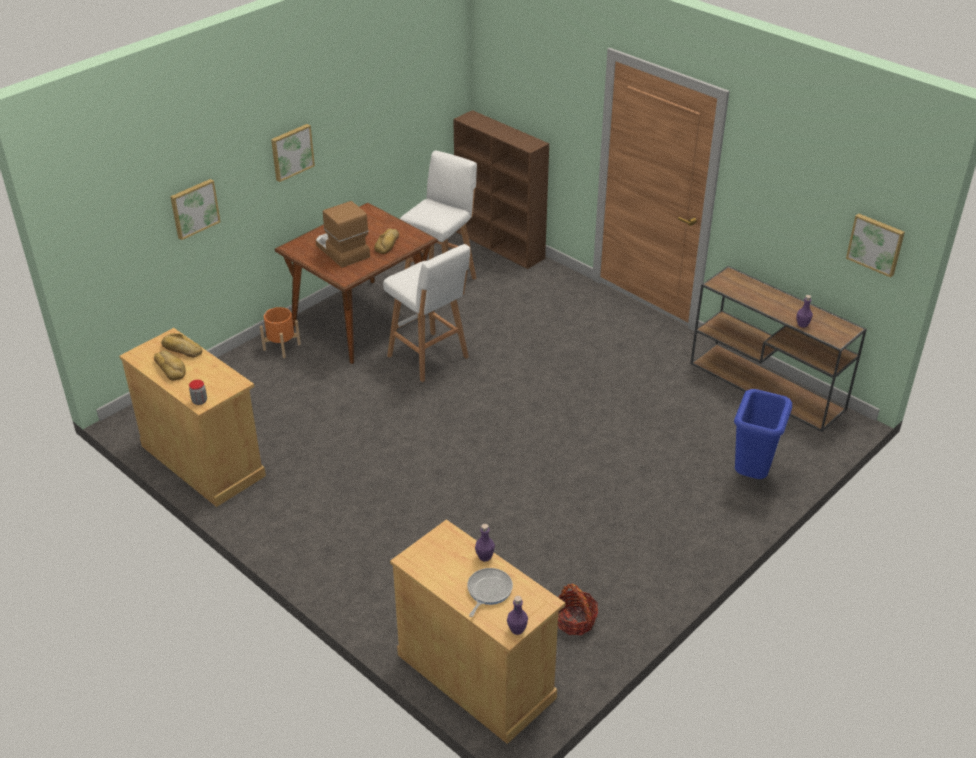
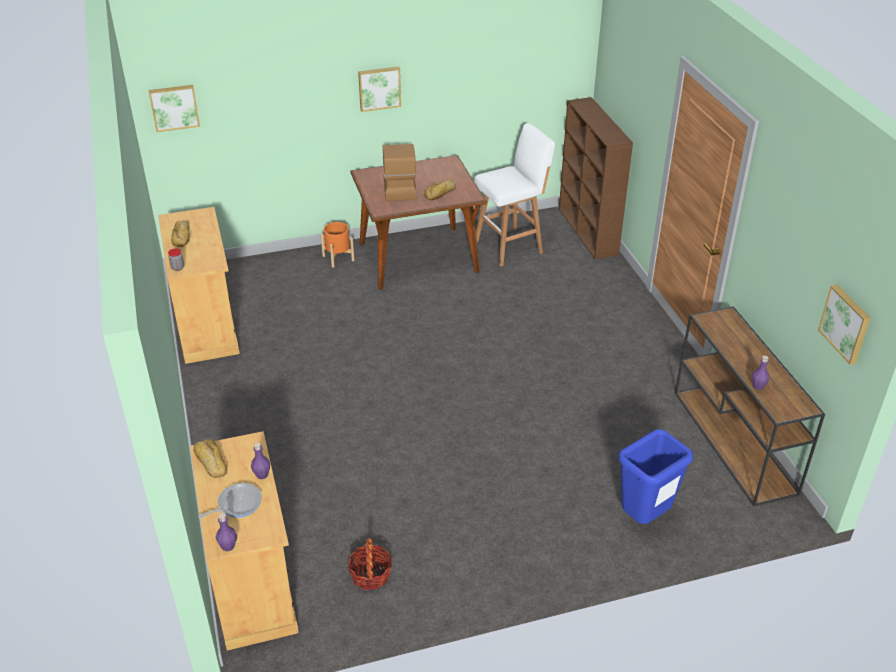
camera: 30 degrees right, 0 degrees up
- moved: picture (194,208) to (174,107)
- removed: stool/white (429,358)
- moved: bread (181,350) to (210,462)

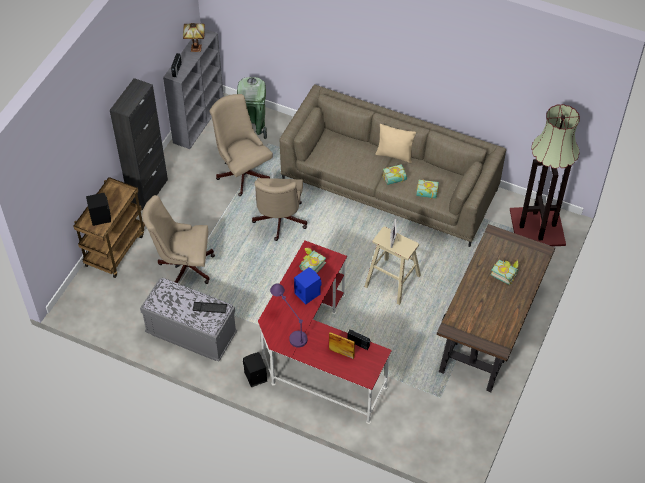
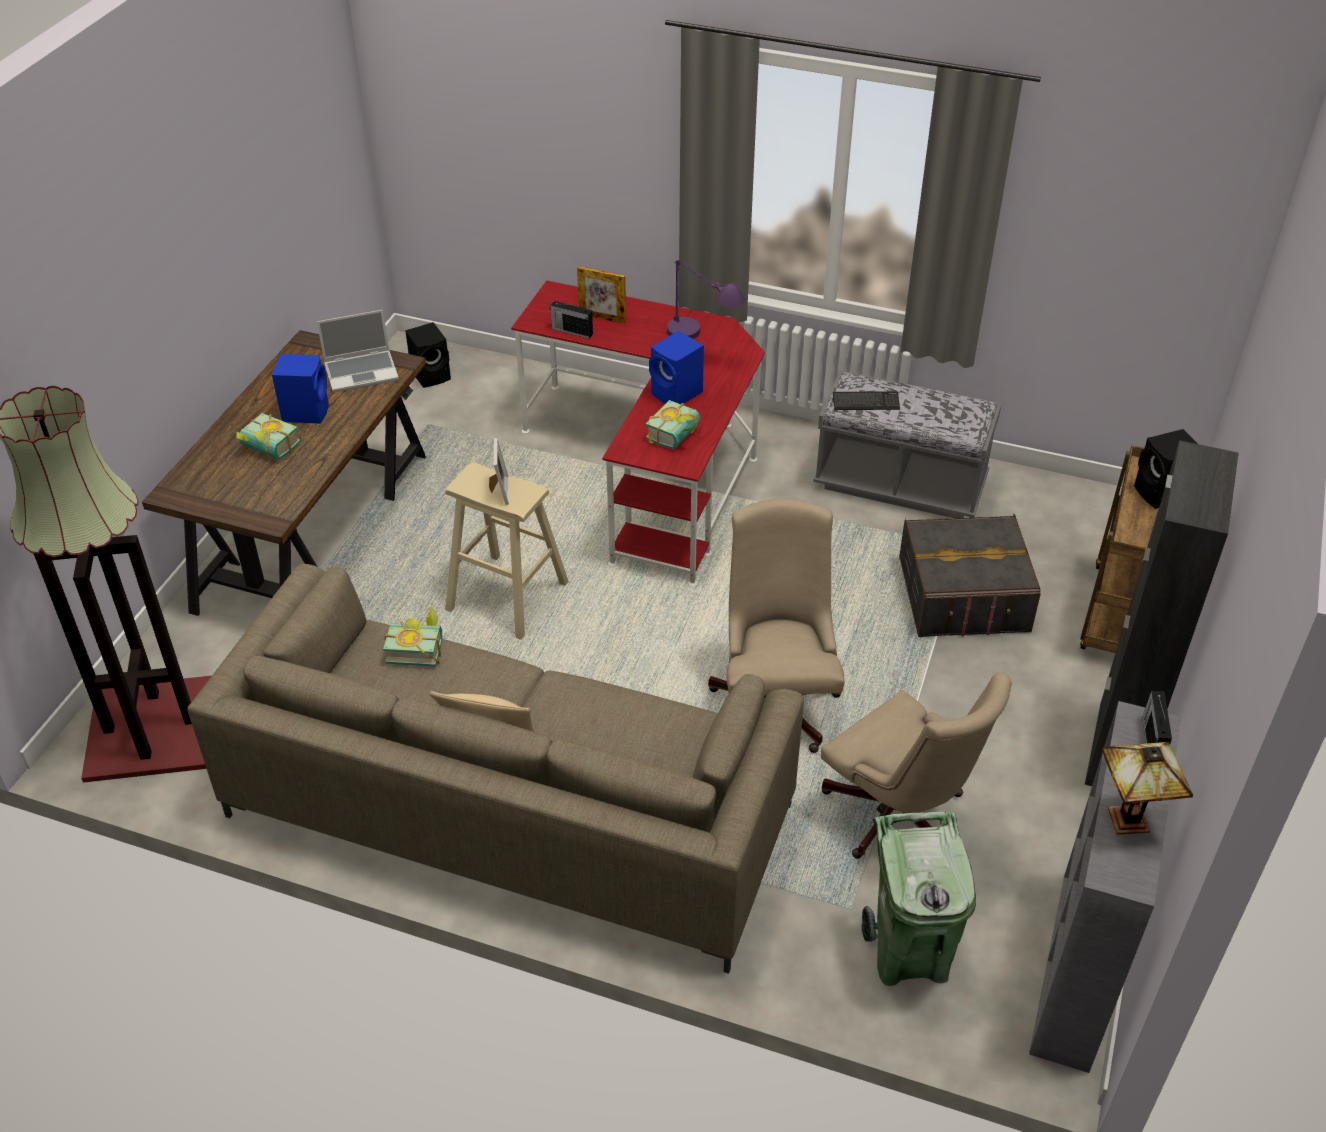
camera: 175 degrees right, 10 degrees down
- removed: book (395,180)
- replaced: office chair/beige (183,266) to storage box/grey (963,595)
- moved: speaker/black (254,377) to (432,375)
- added: laptop (362,372)
- added: speaker/blue (306,411)

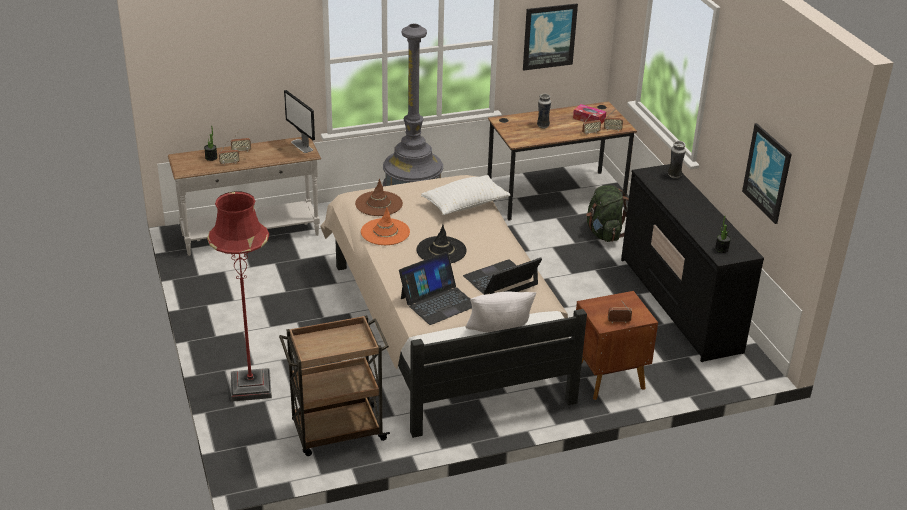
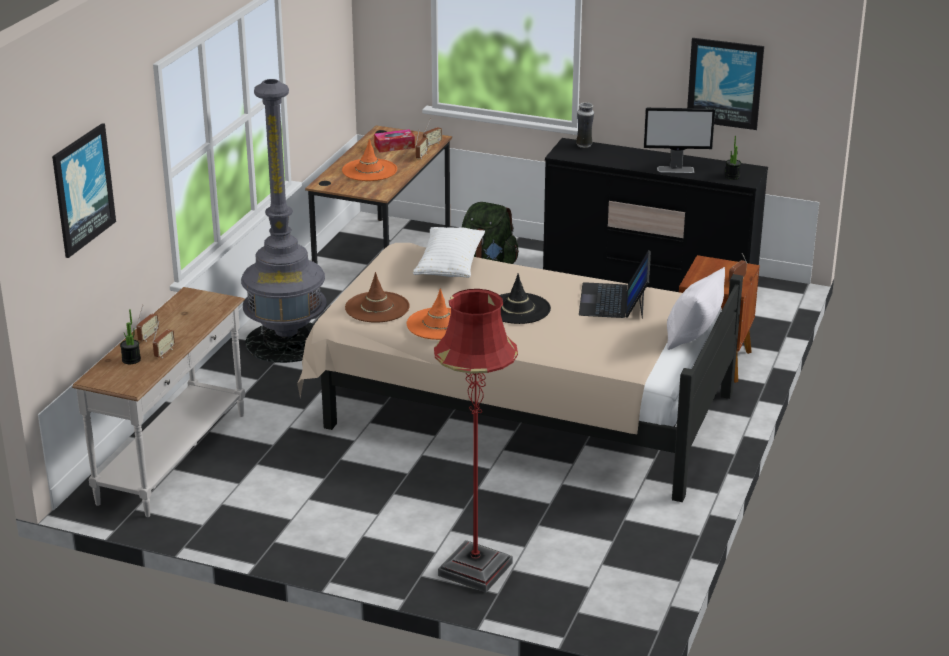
camera: 50 degrees left, 5 degrees down
- moved: picture (549,36) to (82,189)
- moved: monitor (302,146) to (676,169)
- replaced: vase (542,126) to hat/orange (369,170)
- removed: laptop (438,301)
- removed: cart/brown (337,432)

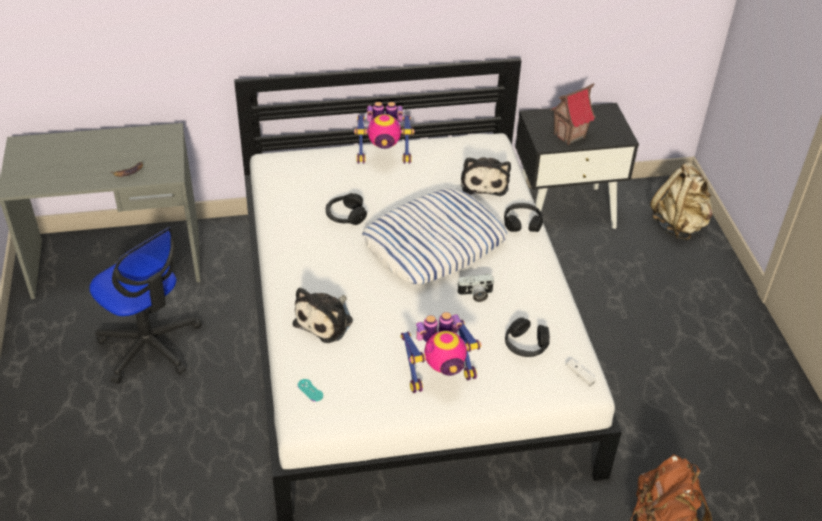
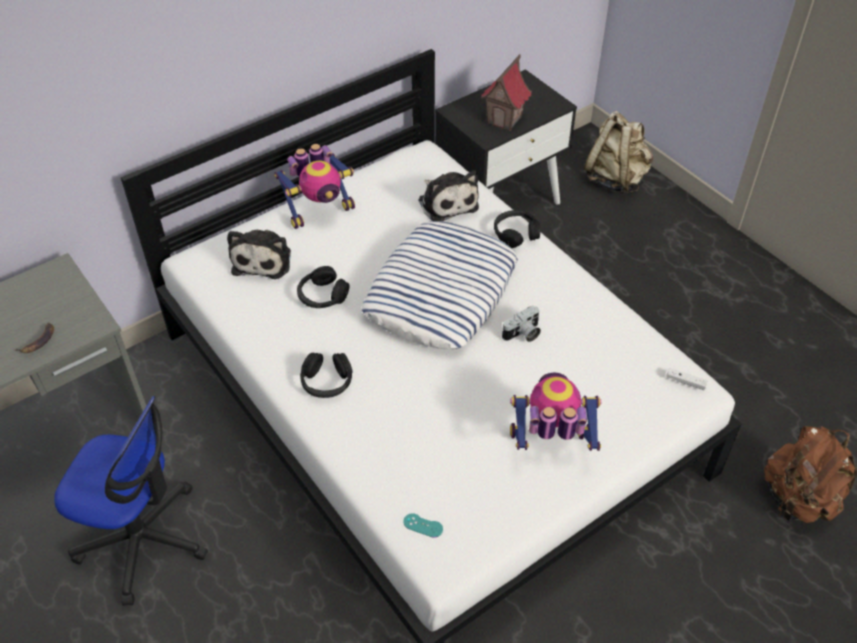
camera: 25 degrees left, 5 degrees up
- moved: plush toy (326,321) to (263,259)
- turned: toy robot (440,376) = (550,445) 135 degrees counterclockwise
- moved: headphones/black (525,345) to (327,382)

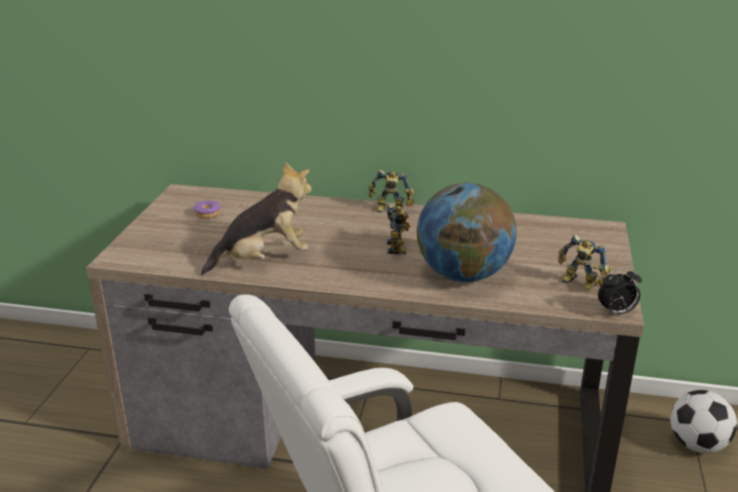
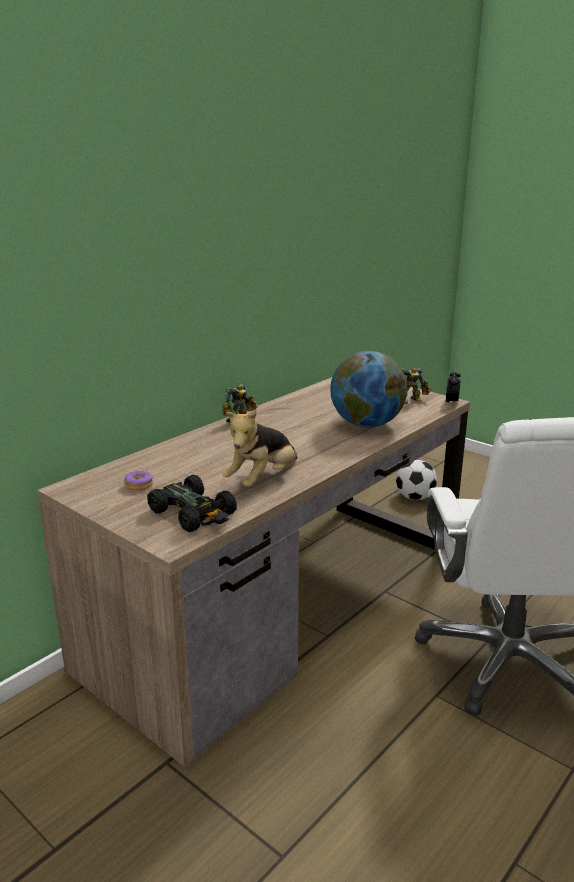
camera: 60 degrees left, 5 degrees down
- turned: plush toy (264,259) = (262,479) 150 degrees counterclockwise
- removed: toy robot (398,247)
- added: toy car/black (193,513)

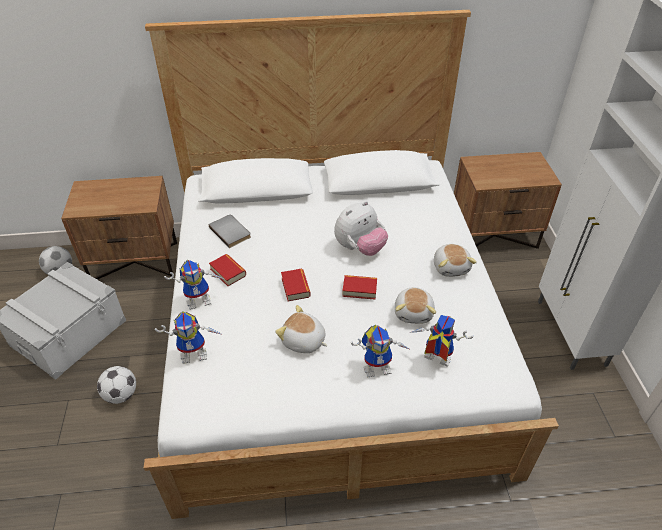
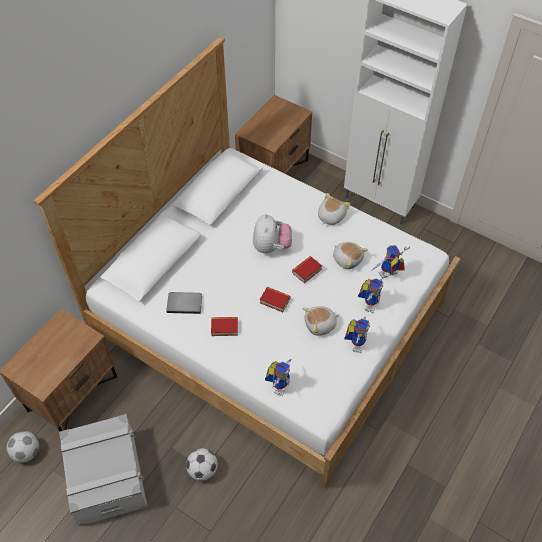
camera: 50 degrees left, 10 degrees up
- turned: plush toy (451,267) = (330,216) 90 degrees counterclockwise
- moved: toy robot (200,299) to (356,342)

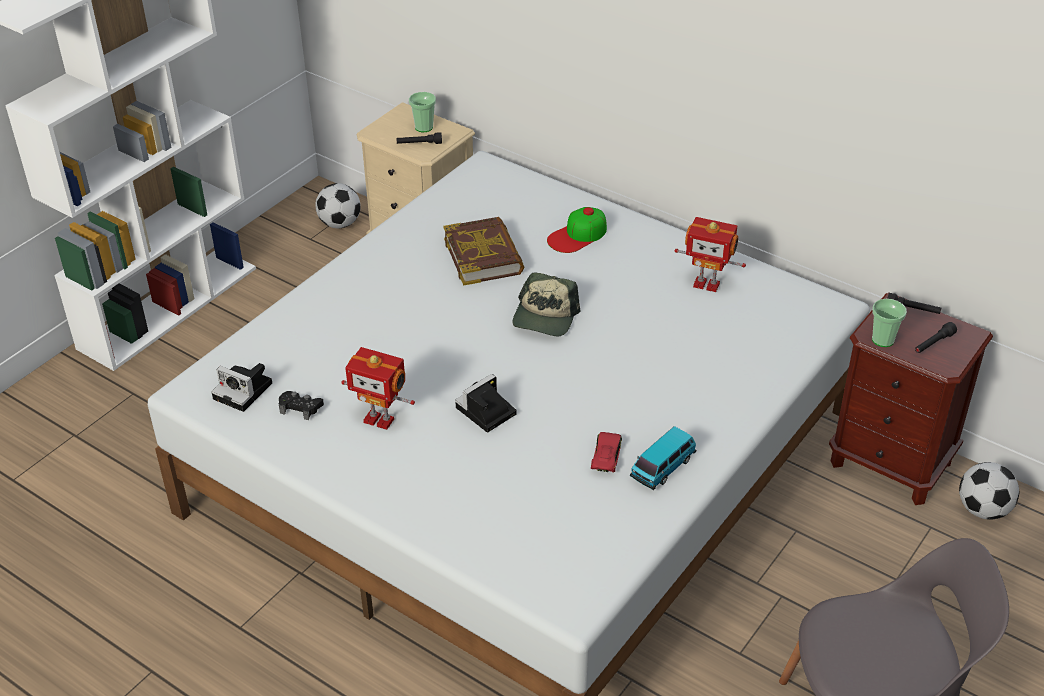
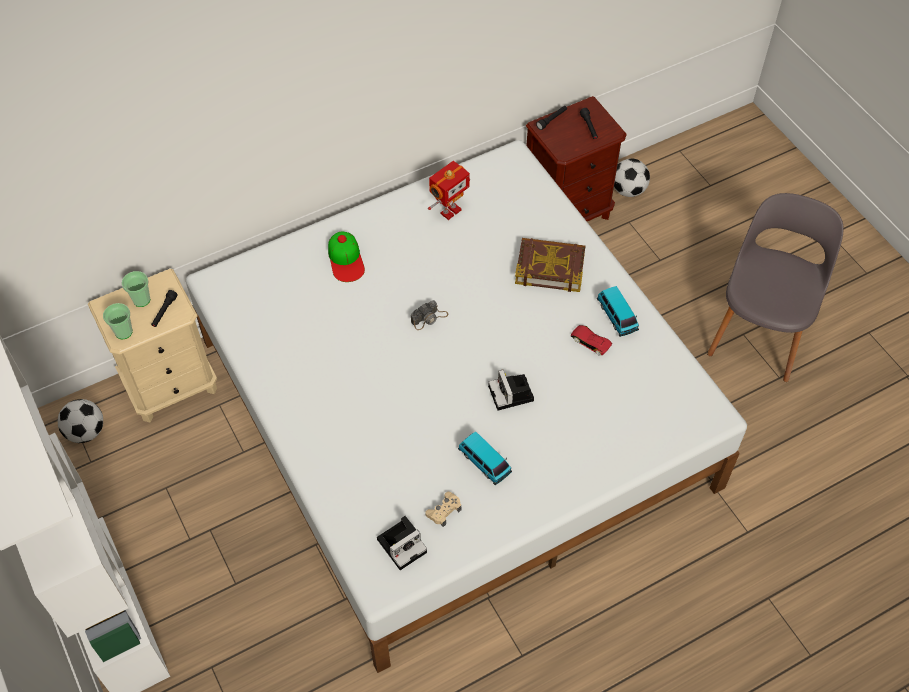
camera: 65 degrees left, 15 degrees up
- moved: book (483,256) to (550,267)
- replaced: cap (545,317) to photo camera (429,318)
- moved: cup (883,340) to (123,332)
- replaced: toy robot (380,419) to toy car (484,462)
- recoloured: game controller/black (300,408) to game controller/beige (444,511)

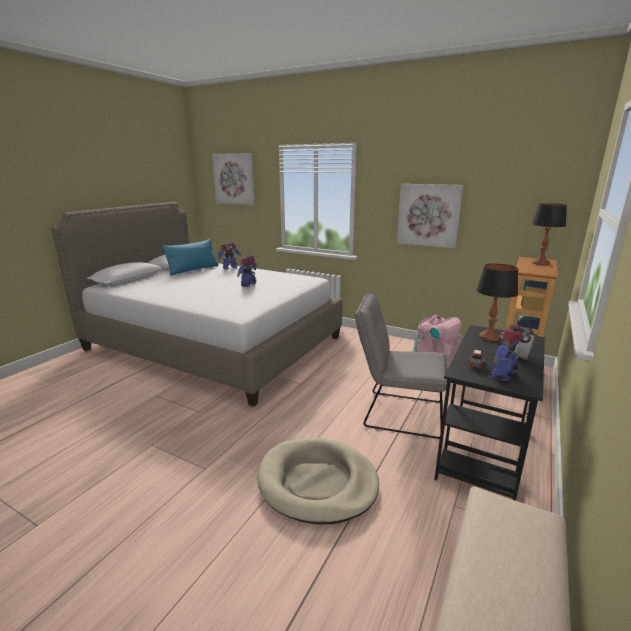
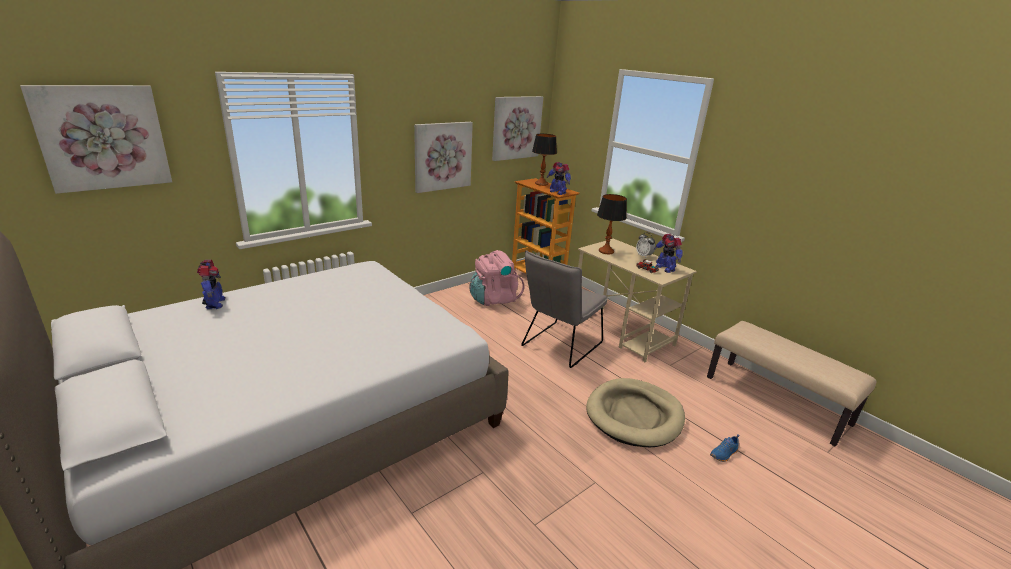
camera: 70 degrees left, 5 degrees up
- removed: pillow/blue (193,270)
- moved: toy robot (249,284) to (557,192)
- recoloured: desk/black (482,452) to desk/beige (622,333)
- added: picture (516,127)
- added: shoe/blue (724,454)

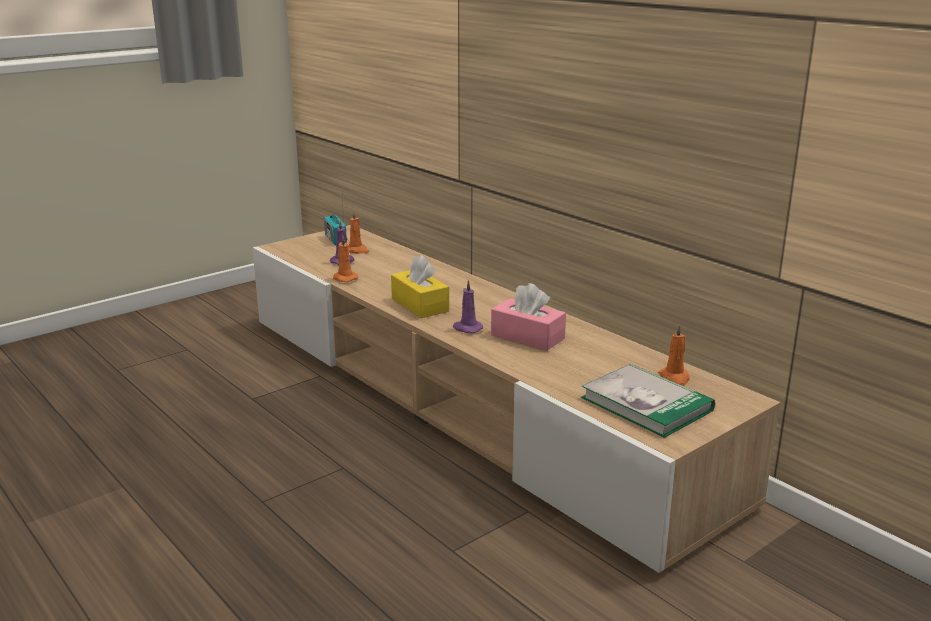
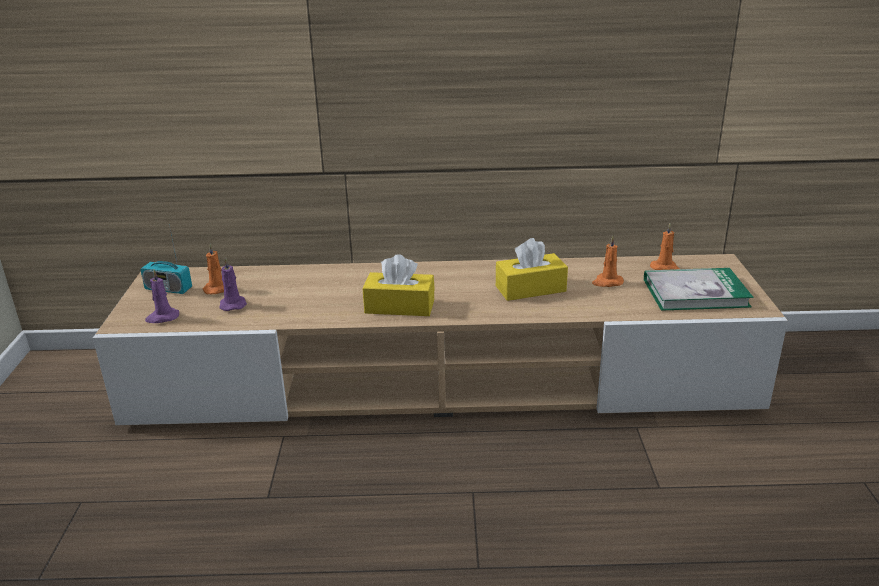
camera: 50 degrees left, 5 degrees up
- moved: candle/orange (344,278) to (607,282)
- moved: candle/purple (467,328) to (162,317)
- recoloured: tissue box/pink (527,337) to tissue box/yellow (530,289)

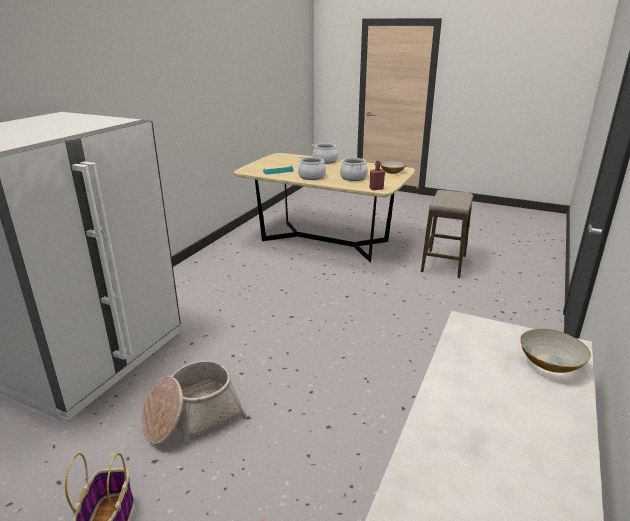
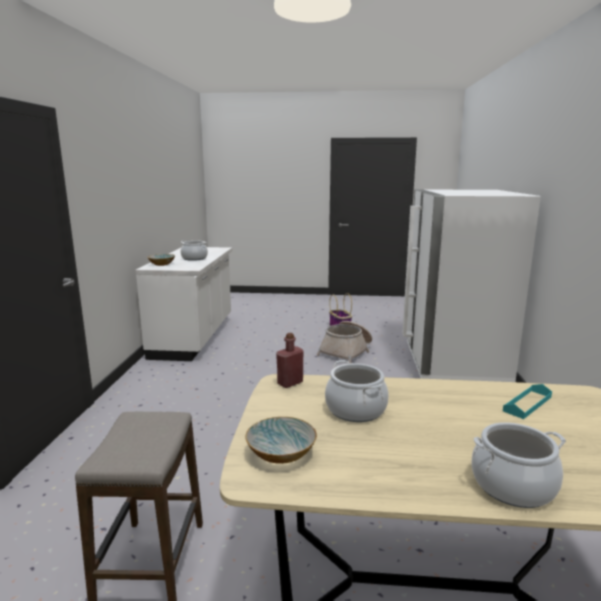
camera: 160 degrees right, 10 degrees down
- moved: cooking pot (311,177) to (194,258)

